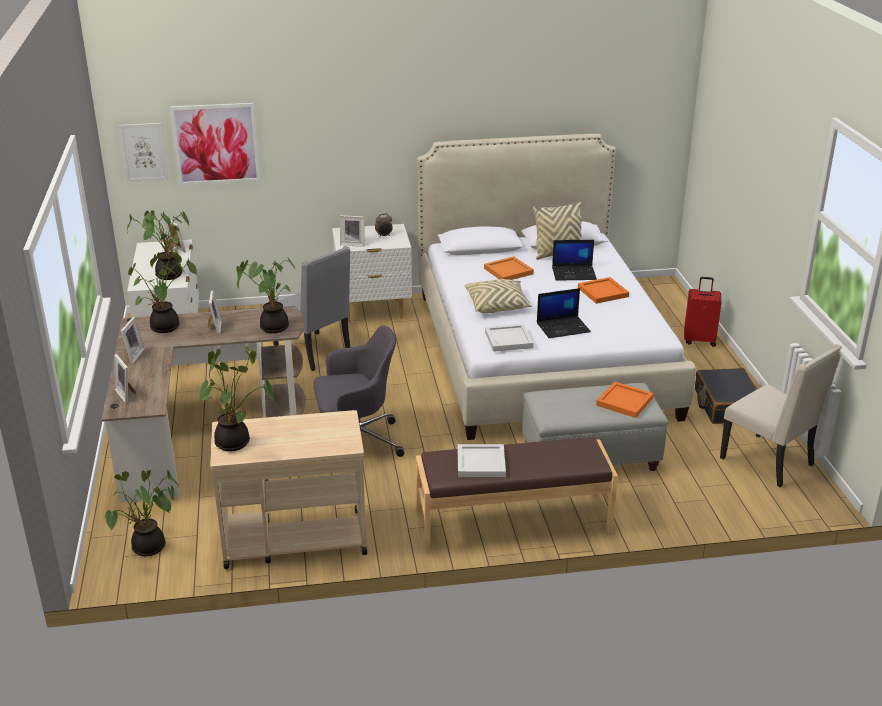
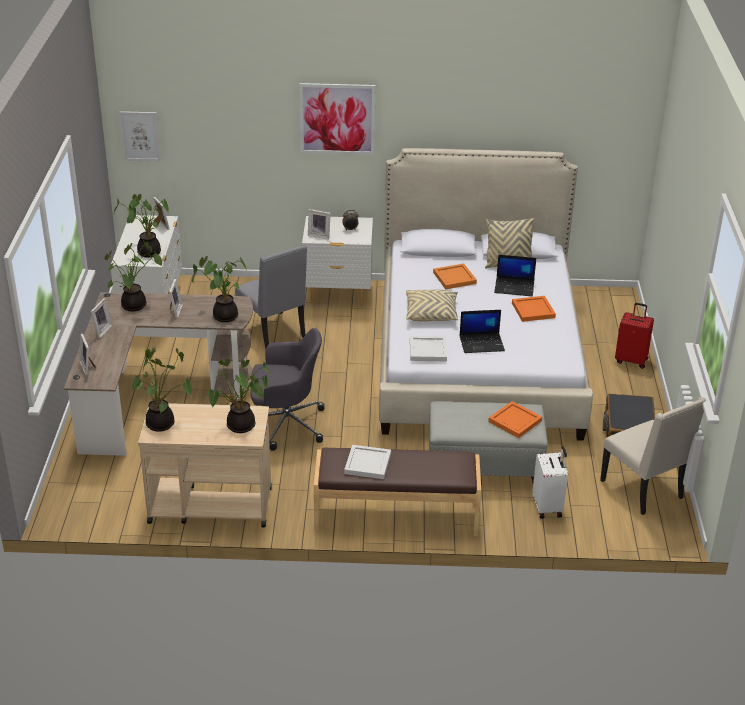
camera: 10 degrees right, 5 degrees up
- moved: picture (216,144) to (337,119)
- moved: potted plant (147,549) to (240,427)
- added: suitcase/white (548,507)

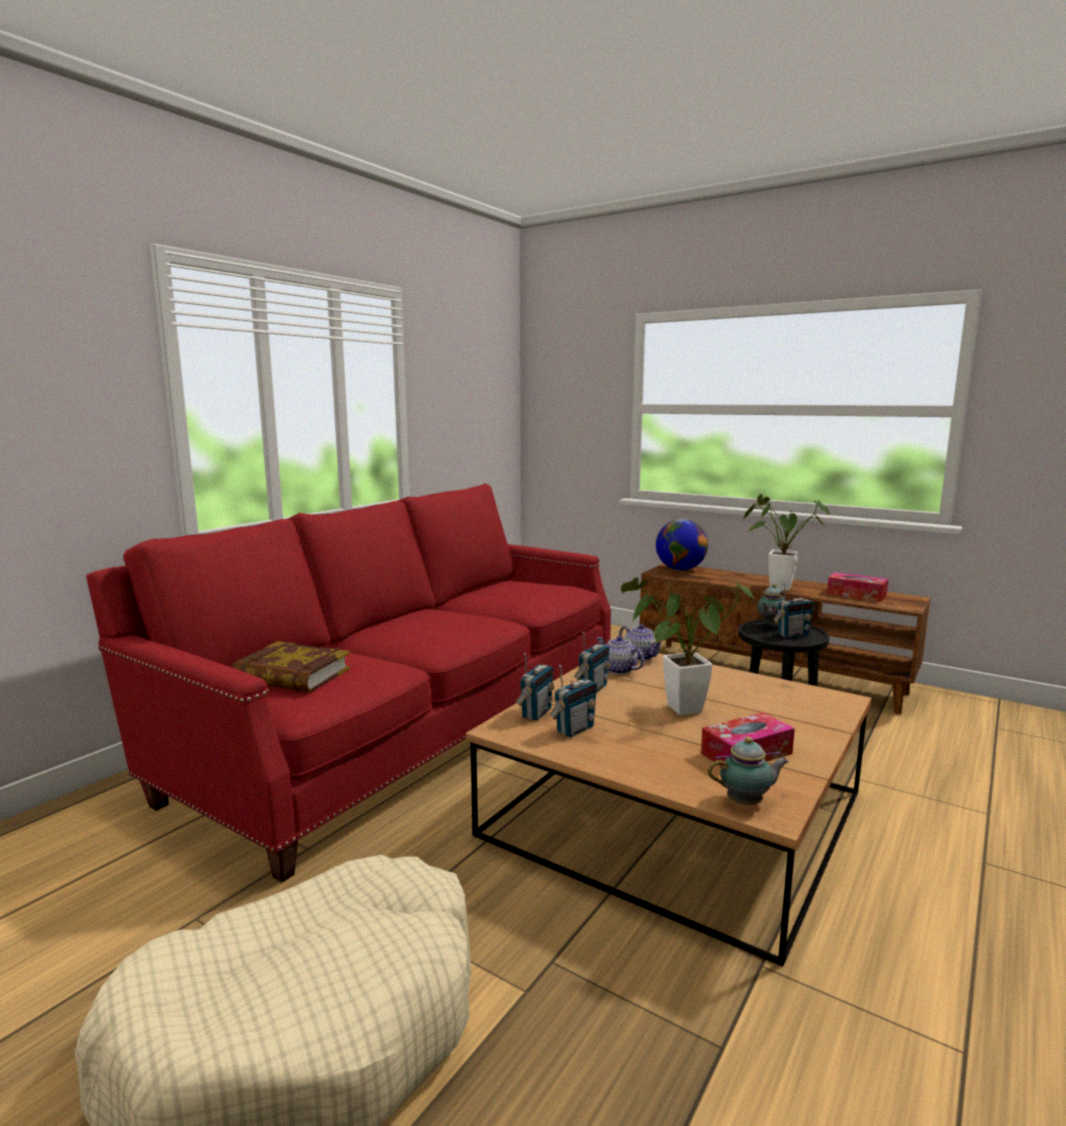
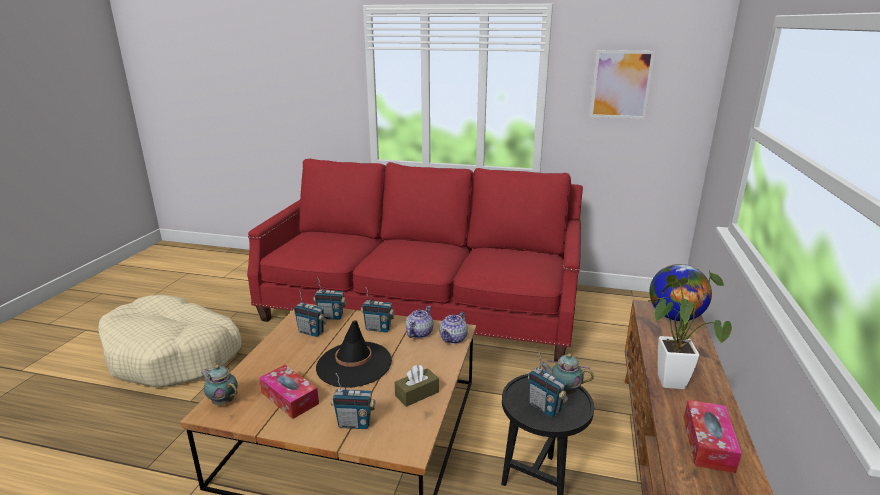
camera: 70 degrees right, 10 degrees up
- replaced: potted plant (676,710) to hat/black (354,364)
- removed: book (292,675)
- turned: teapot (747,802) = (223,401) 150 degrees clockwise
- added: picture (621,84)
- added: tissue box/brown (417,394)
- added: radio (354,424)

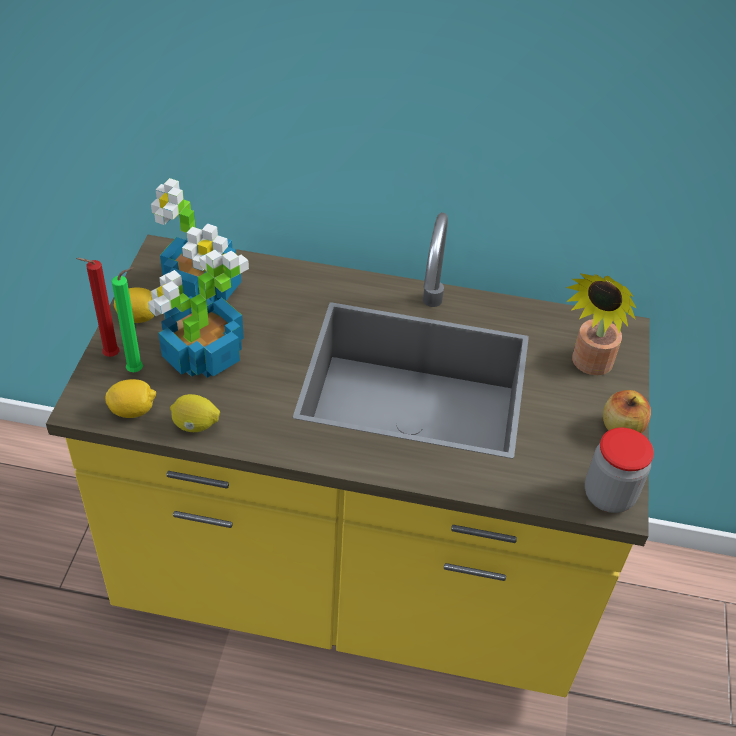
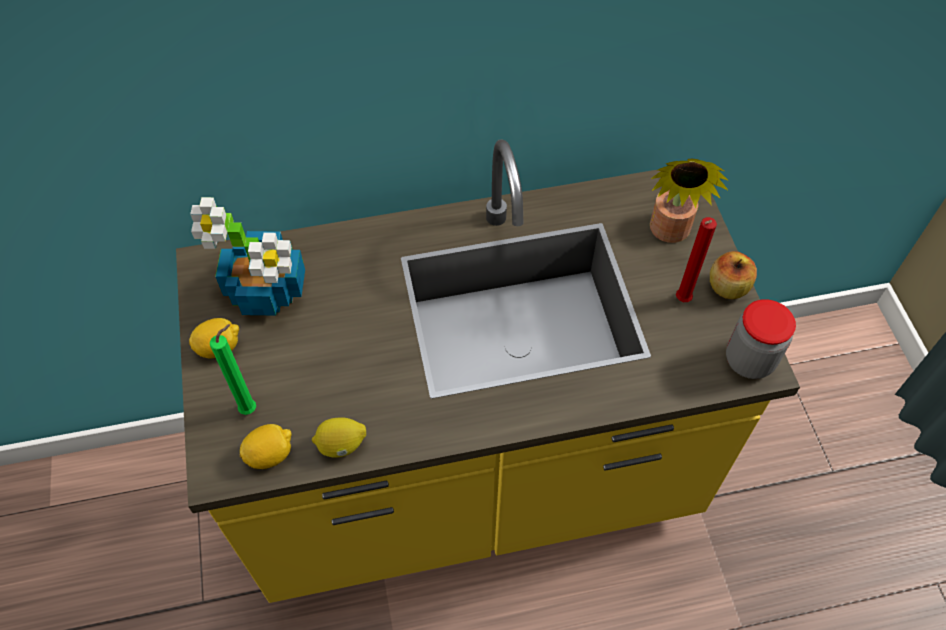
camera: 20 degrees left, 10 degrees up
- removed: potted plant (202,354)
- moved: candle/red (109,356) to (681,301)

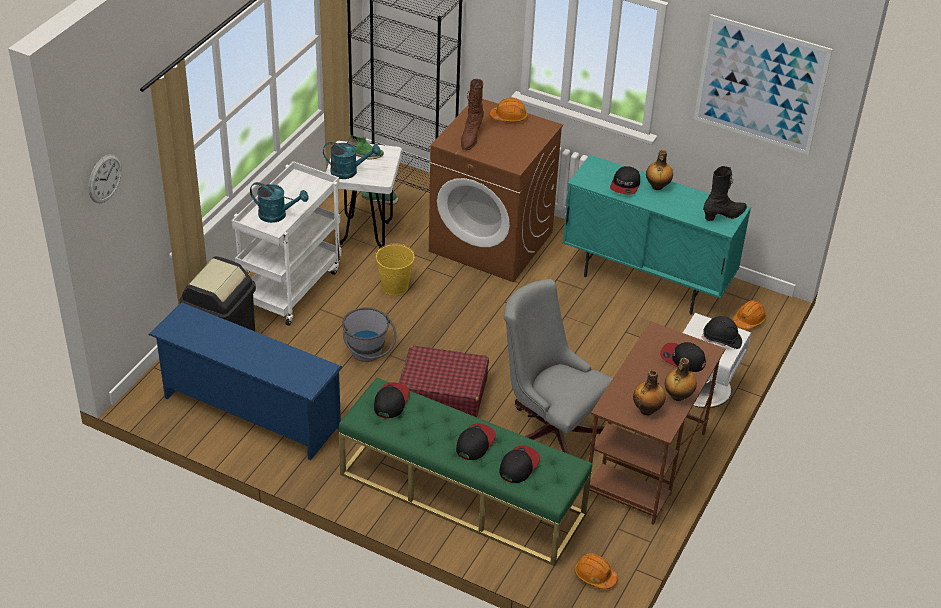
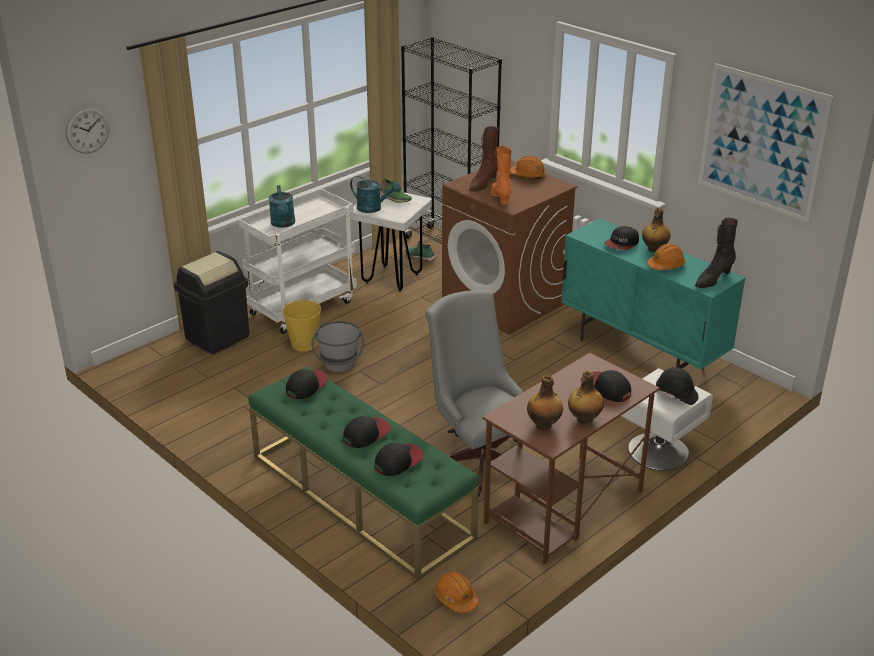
camera: 20 degrees right, 10 degrees down
- turned: boot/black (724,215) = (712,280) 150 degrees clockwise
- turned: watering can/turquoise (277,215) = (283,224) 45 degrees clockwise
- moved: bucket/yellow (395,287) to (304,344)
- moved: hard hat/orange (749,320) to (666,265)
- removed: shoe rack/blue (249,413)
- removed: suitcase/red (442,392)
- added: boot/orange (500,198)

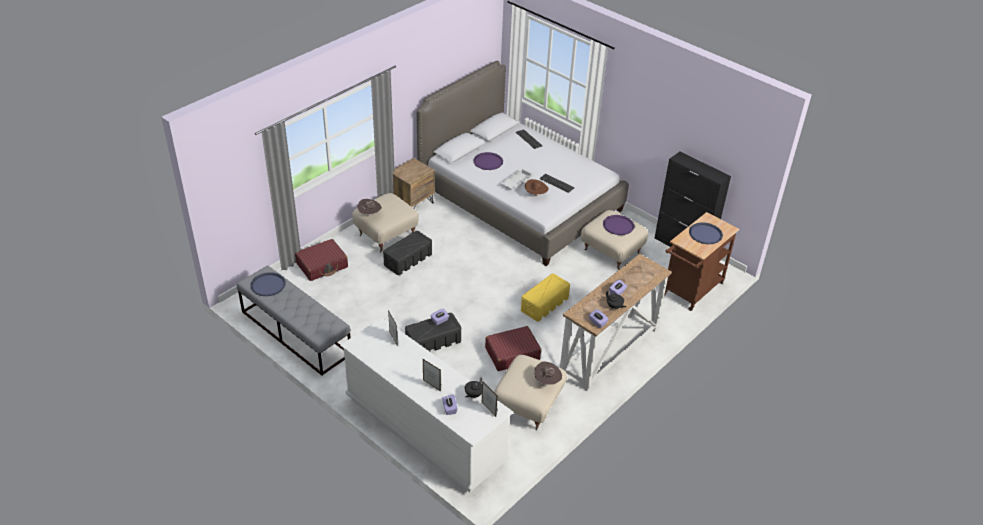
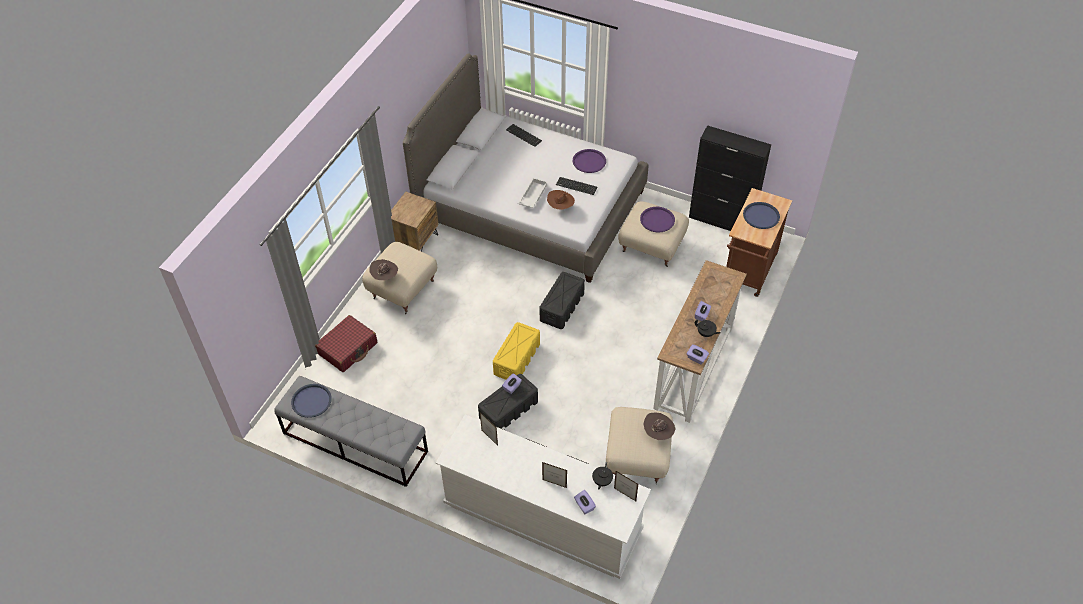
camera: 15 degrees left, 10 degrees up
- moved: tray/purple (488,161) to (589,161)
- moved: storage box/black (408,260) to (562,306)
- moved: storage box/yellow (545,304) to (517,358)
- removed: suitcase/red (512,354)

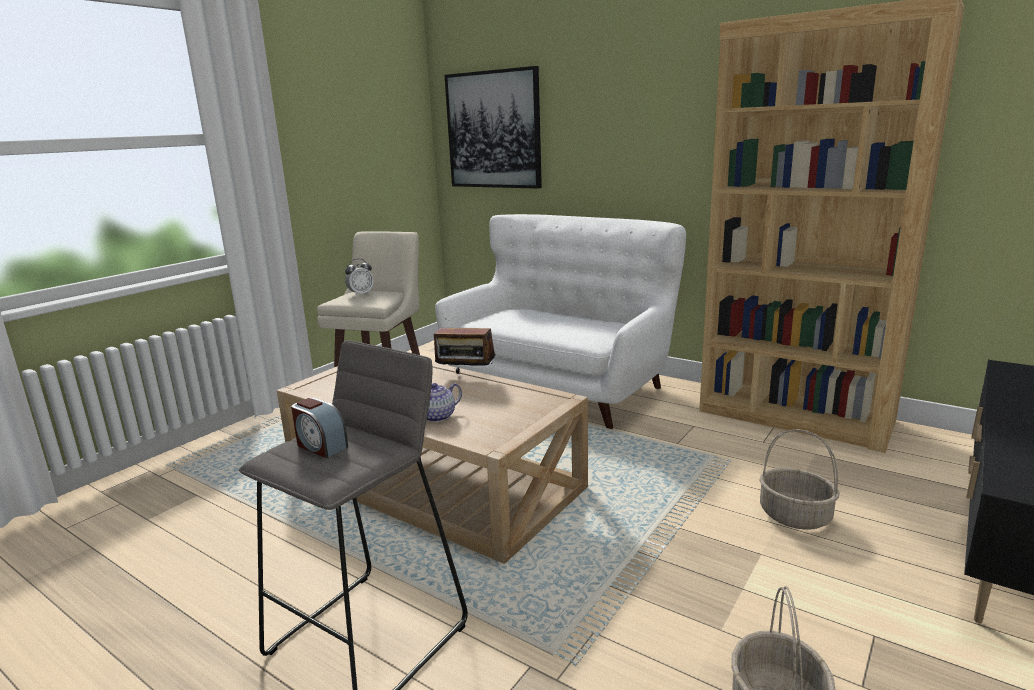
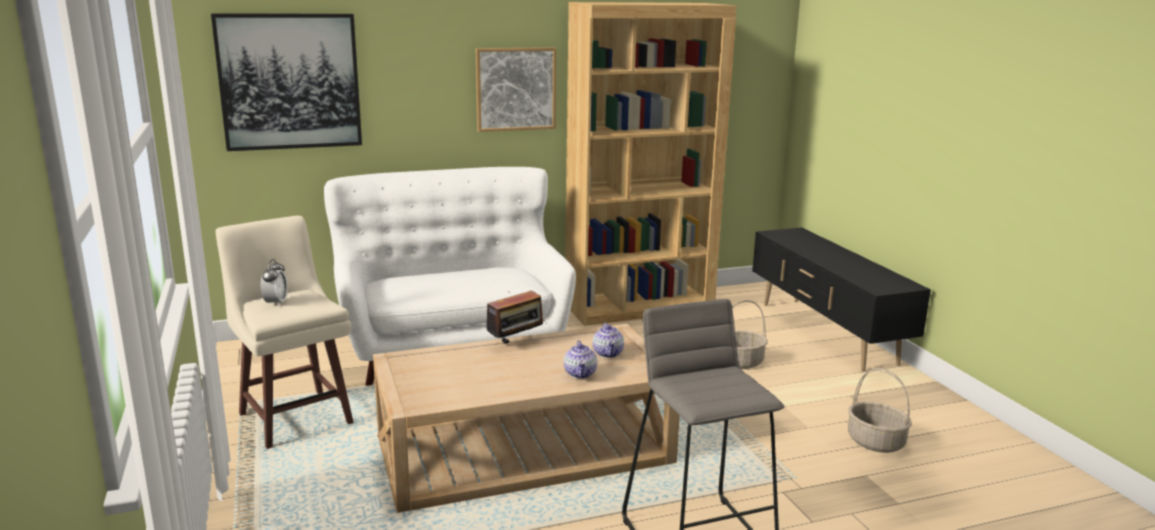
camera: 55 degrees left, 0 degrees up
- removed: alarm clock (321,446)
- added: picture (515,89)
- added: teapot (608,353)

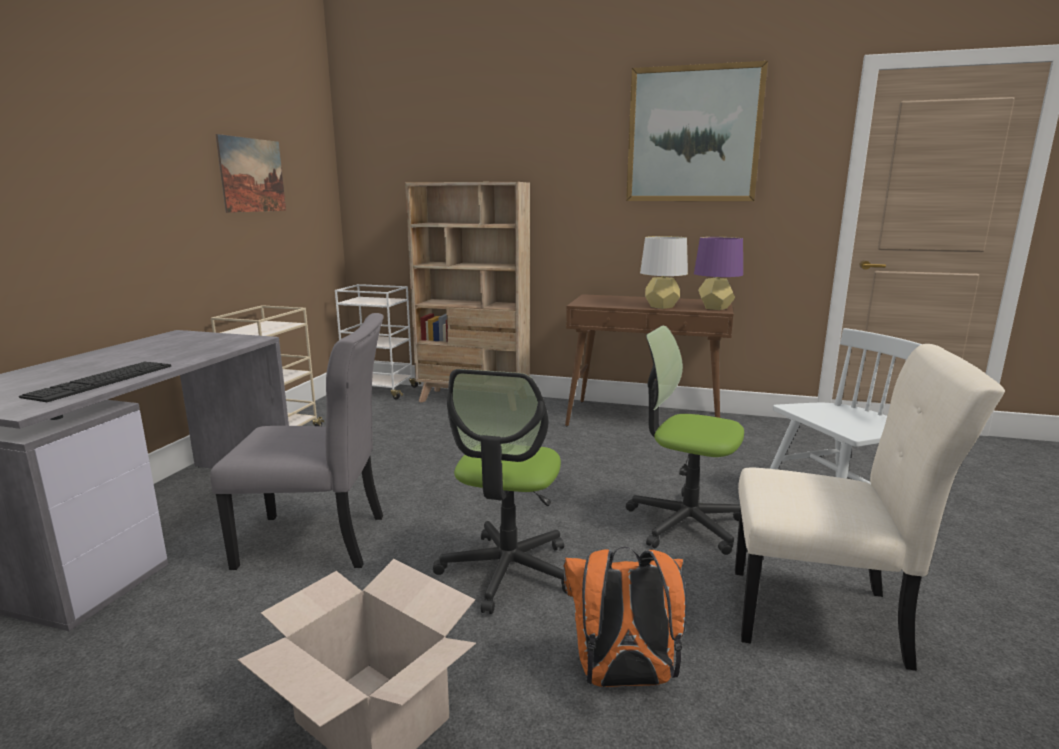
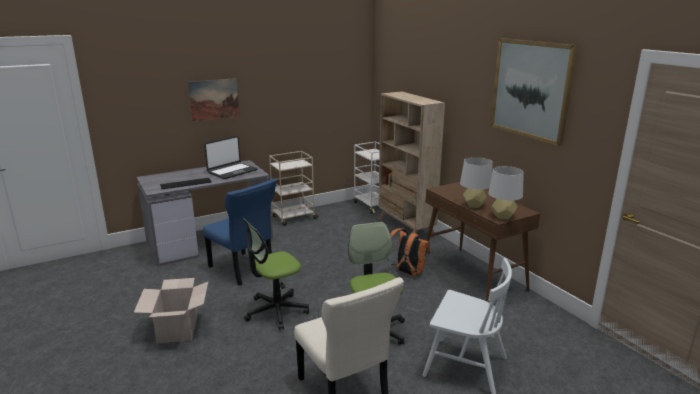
camera: 45 degrees right, 5 degrees up
- moved: picture (252,175) to (214,99)
- recoloured: table lamp/purple (715,308) to table lamp/grey (502,216)
- recoloured: chair/grey (319,541) to chair/blue (243,269)
- moved: backpack/orange (622,679) to (407,272)
- added: laptop (232,171)

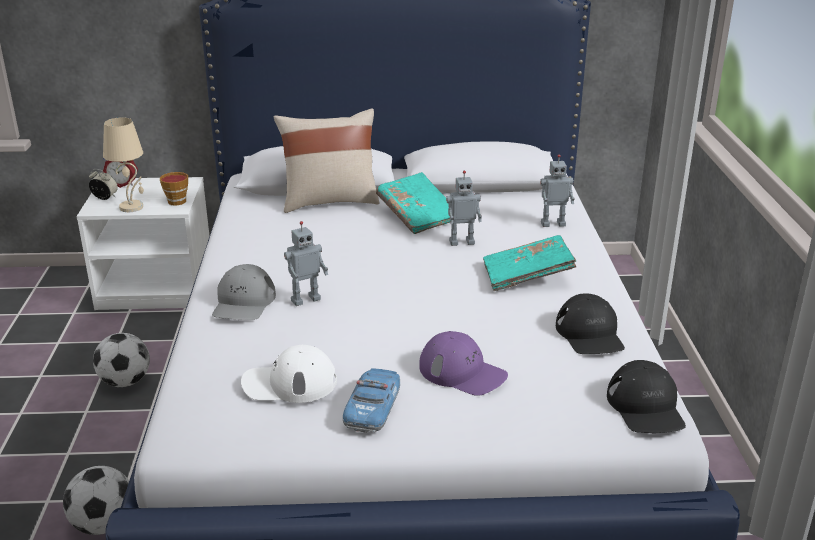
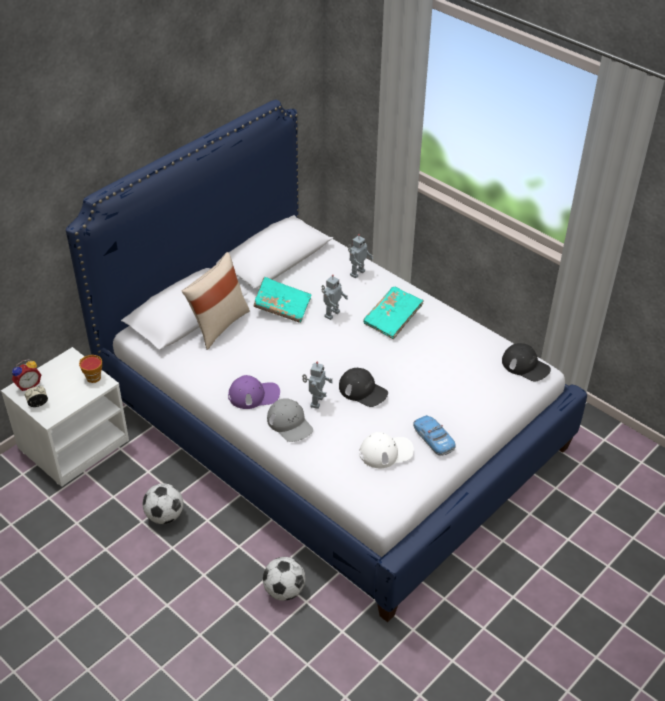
camera: 45 degrees left, 15 degrees up
- removed: table lamp/beige (132,207)
- moved: cap/black (590,334) to (363,391)
- moved: cap/purple (462,372) to (254,395)
- turned: cap/white (289,383) = (386,452) 150 degrees counterclockwise

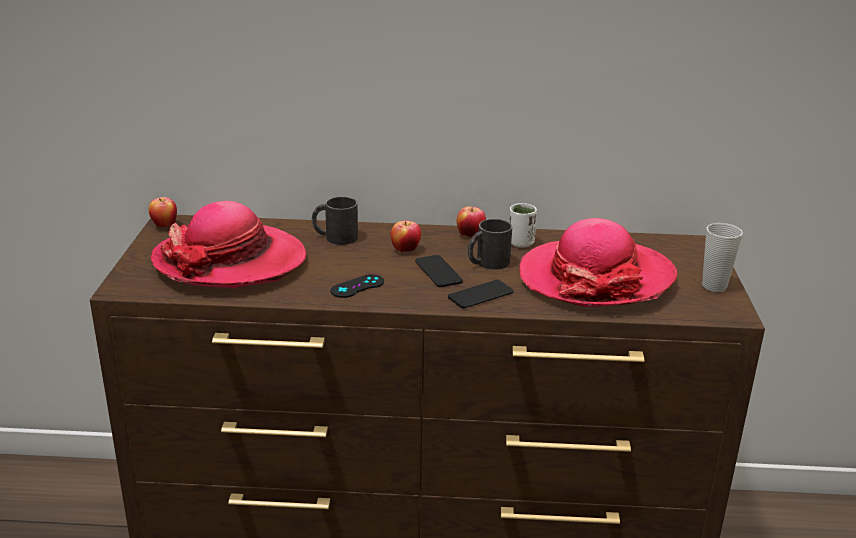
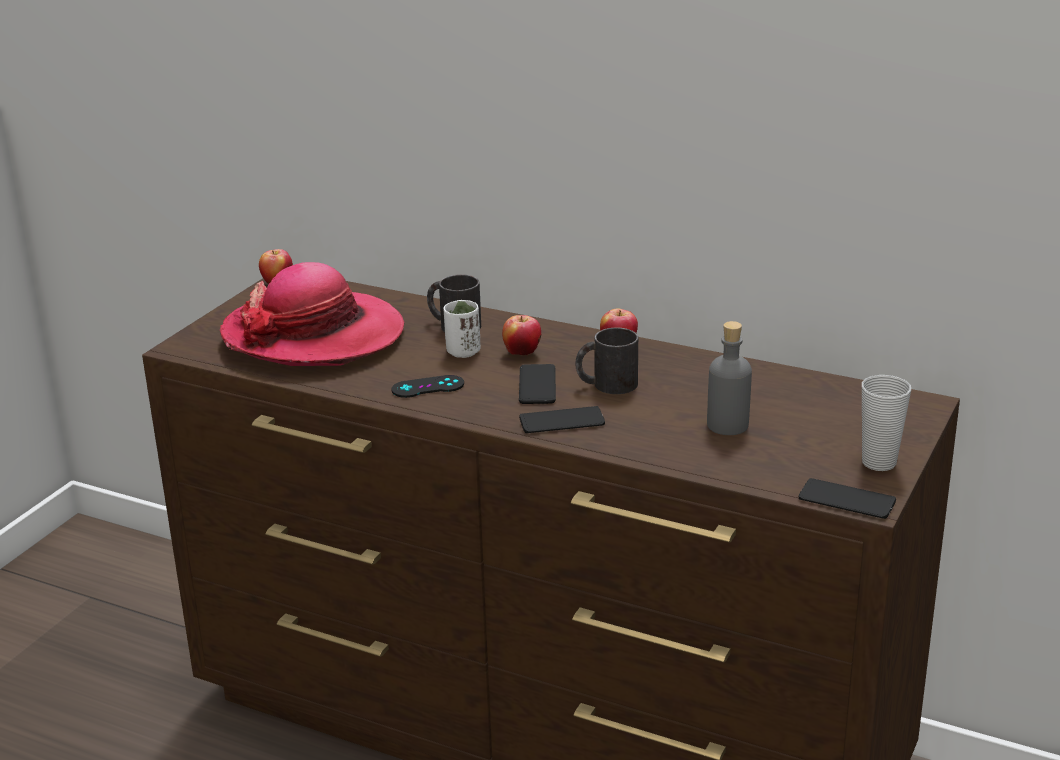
camera: 25 degrees right, 0 degrees up
- moved: cup/white (520,243) to (463,352)
- replaced: hat (595,278) to bottle/grey (727,425)
- added: phone (846,500)

